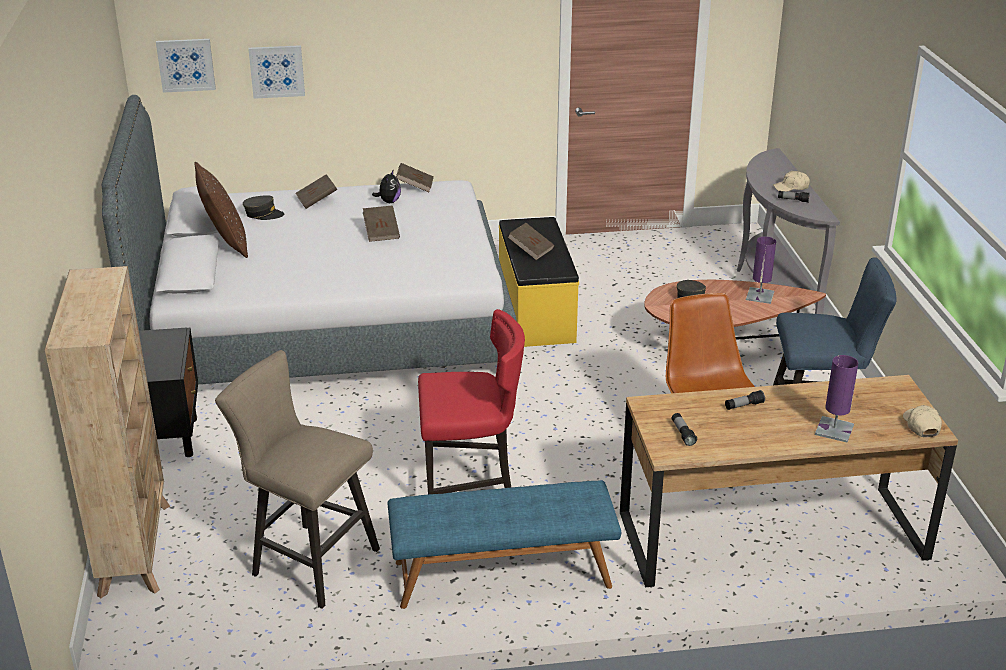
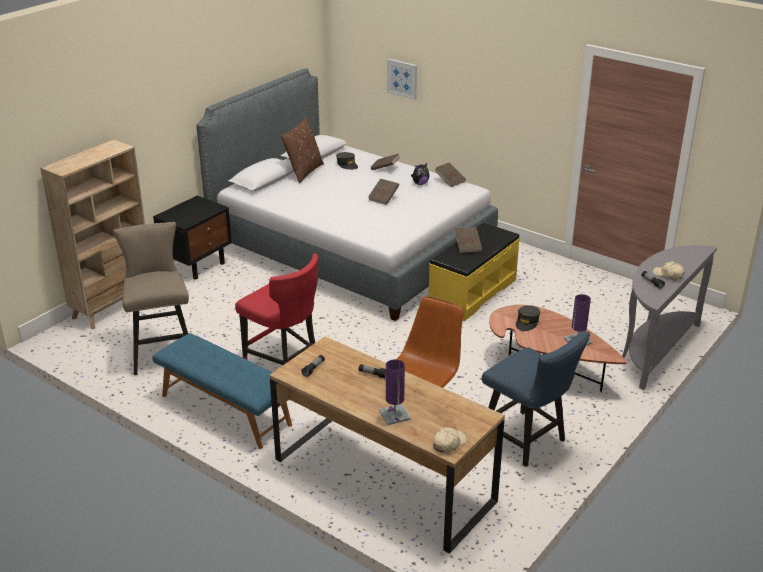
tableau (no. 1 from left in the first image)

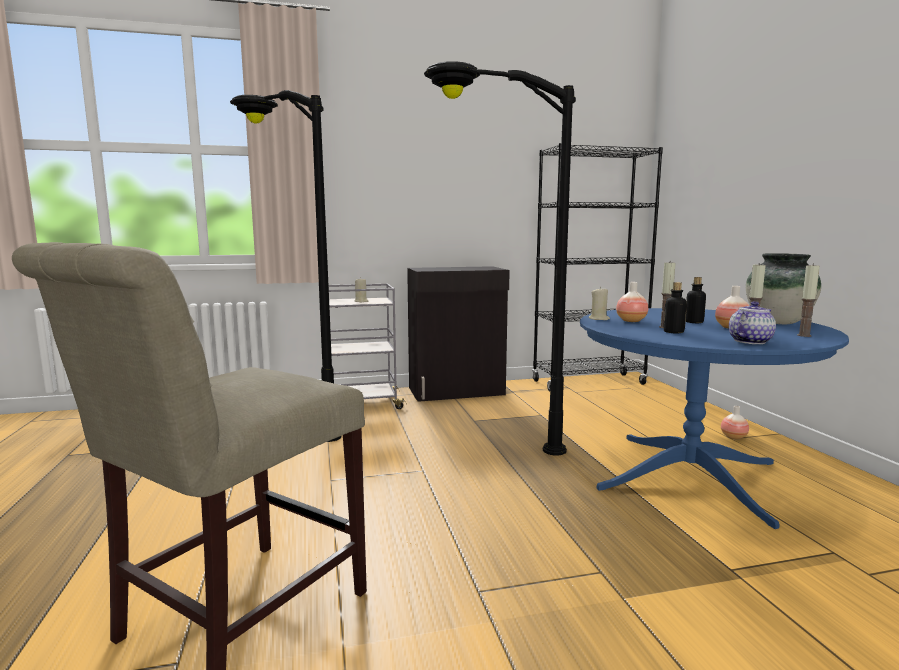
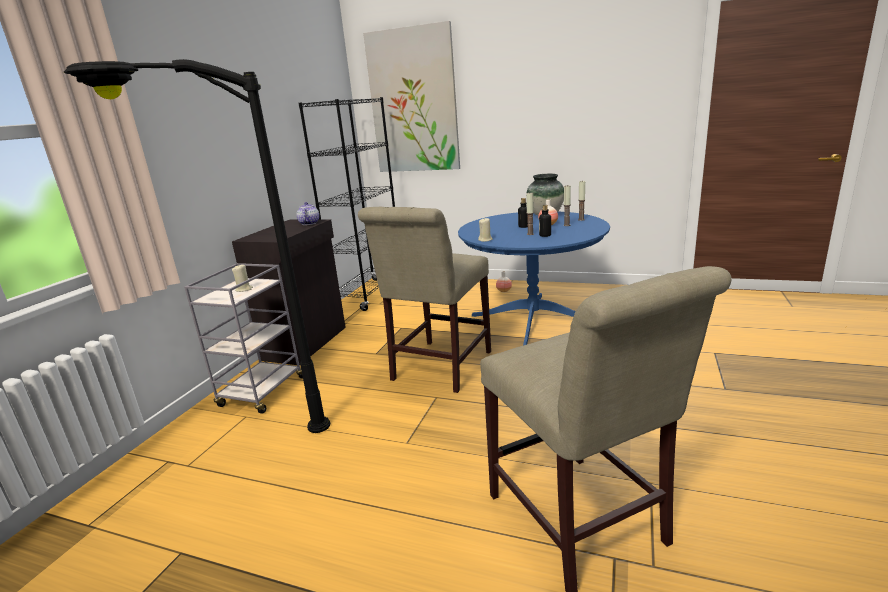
théière; chaise (beige) (no. 1 from left); tableau; vase (no. 1 from left in the first image)

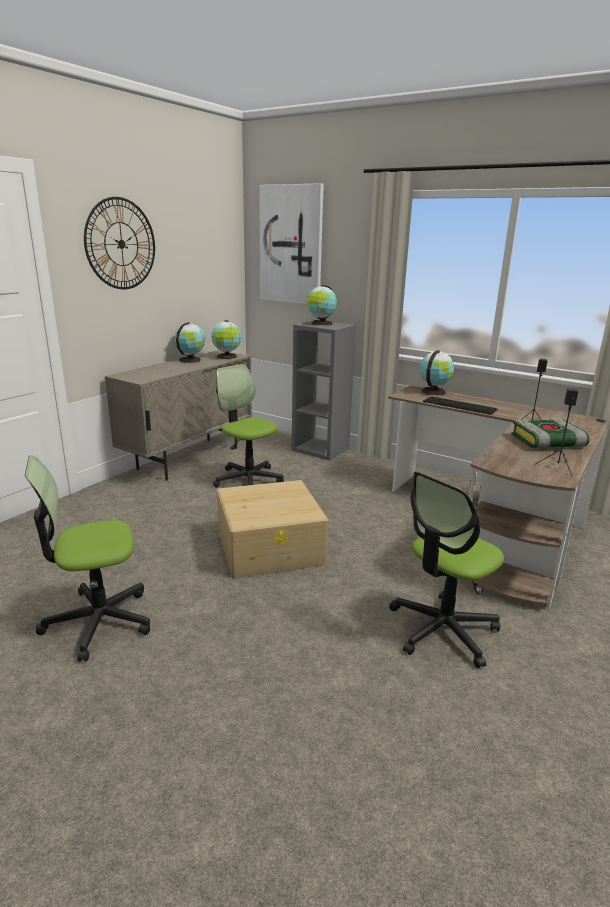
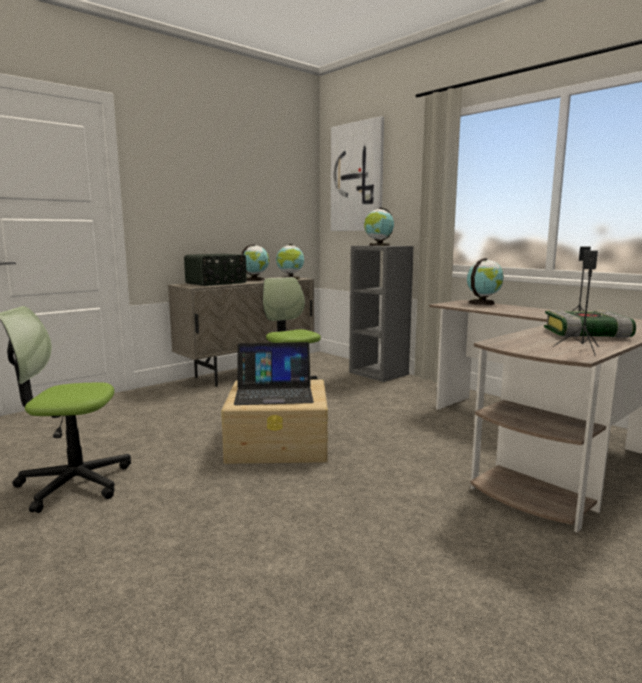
radio; ordinateur portable; horloge murale; chaise de bureau (no. 3 from left in the first image); clavier

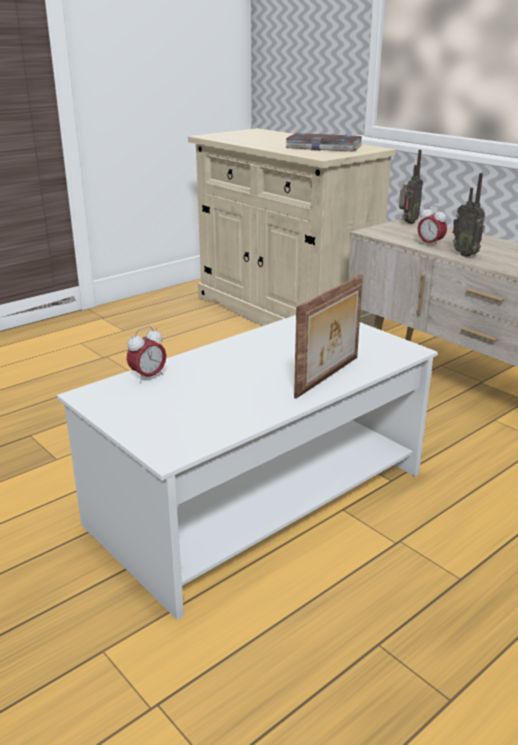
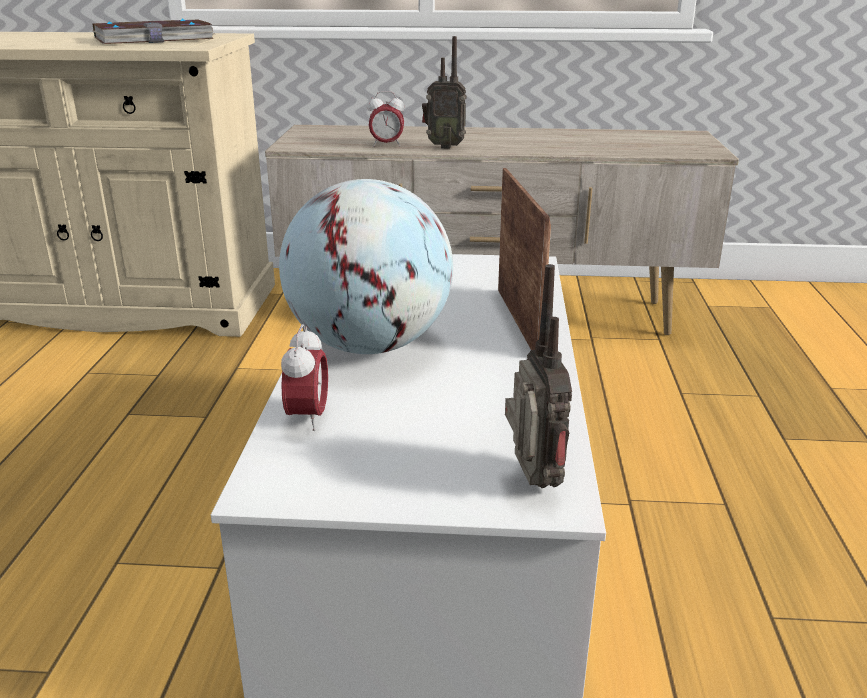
globe; radio (no. 2 from left)

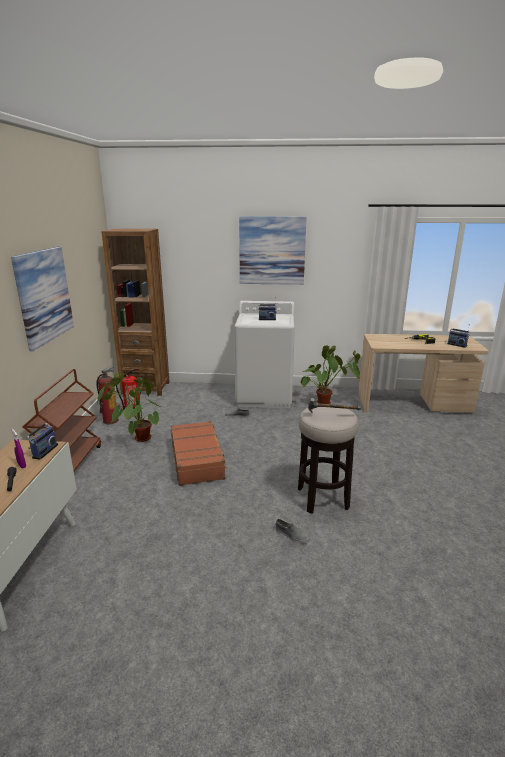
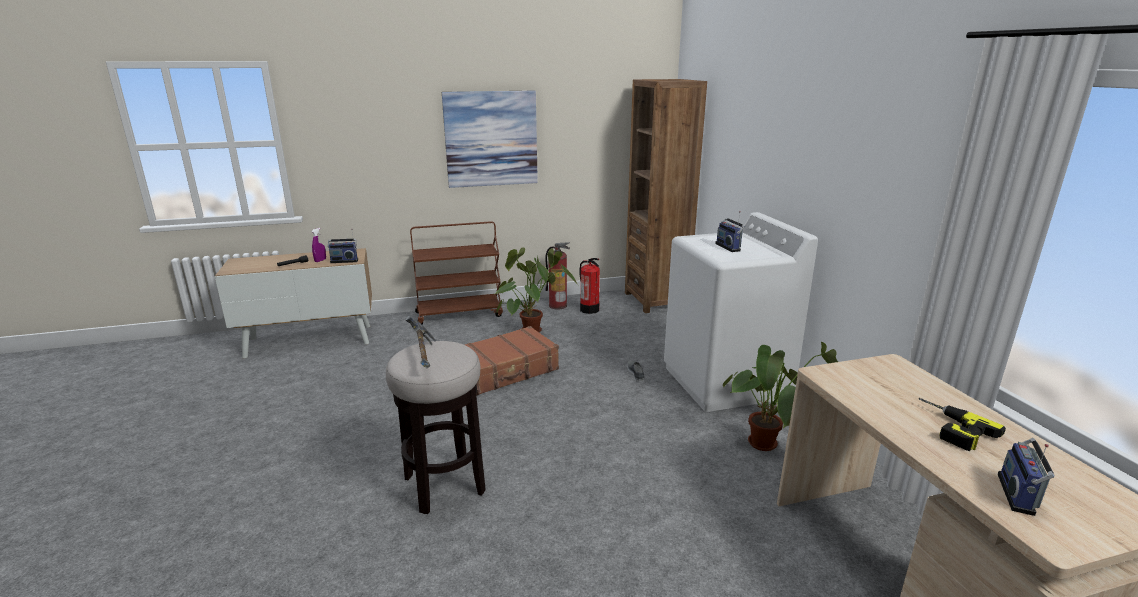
tableau (no. 2 from left in the first image); chaussure (gris) (no. 2 from left in the first image)

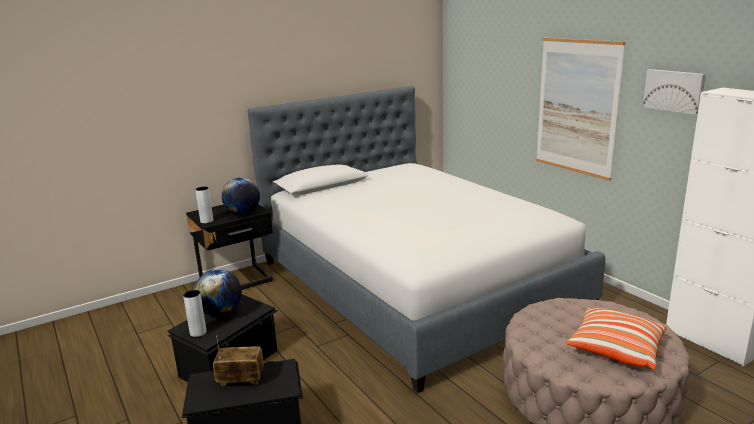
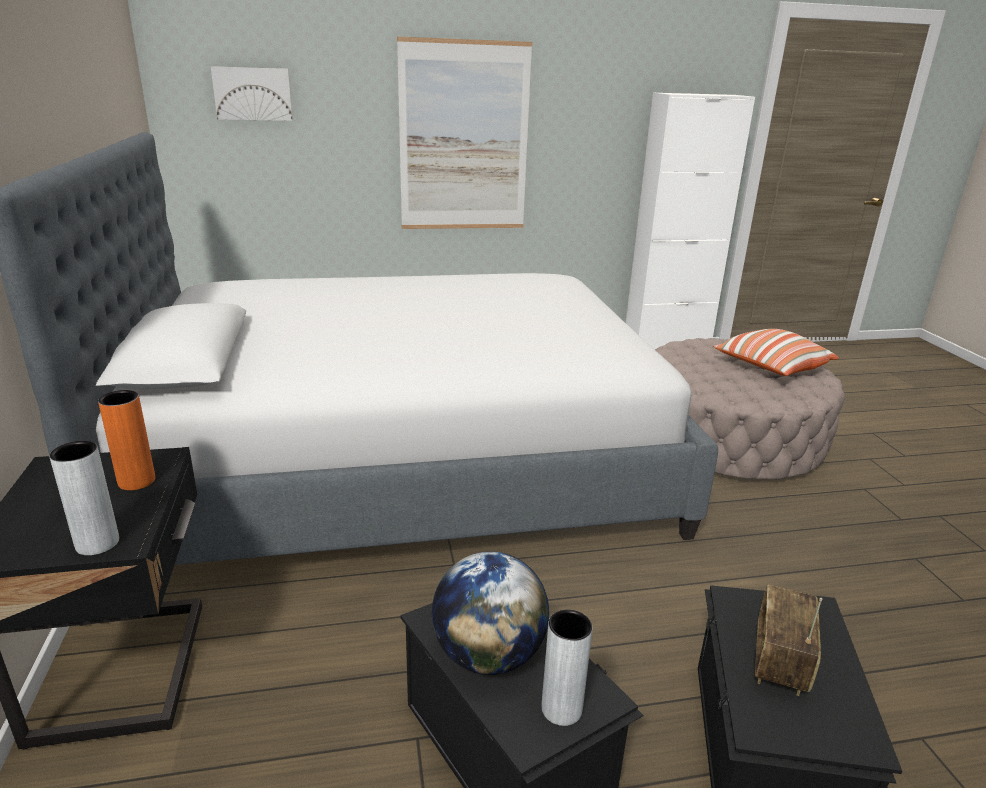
vase (orange); tableau (no. 1 from left)

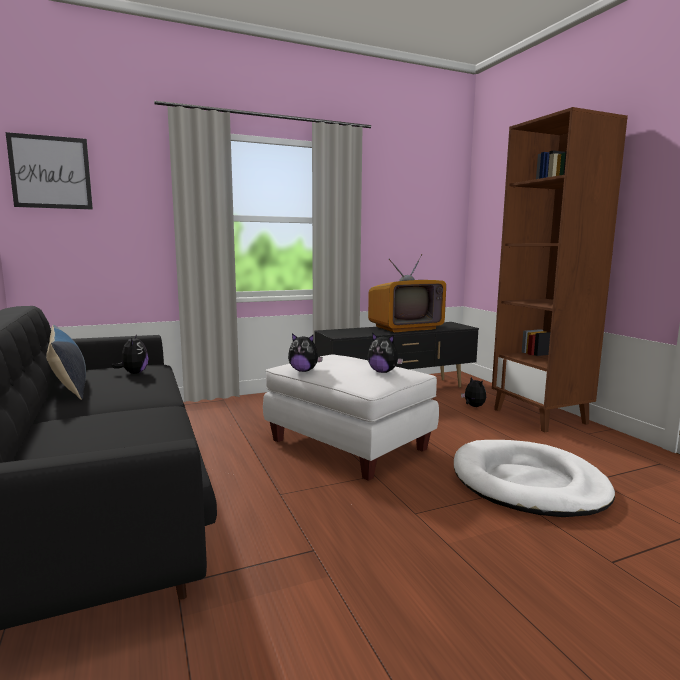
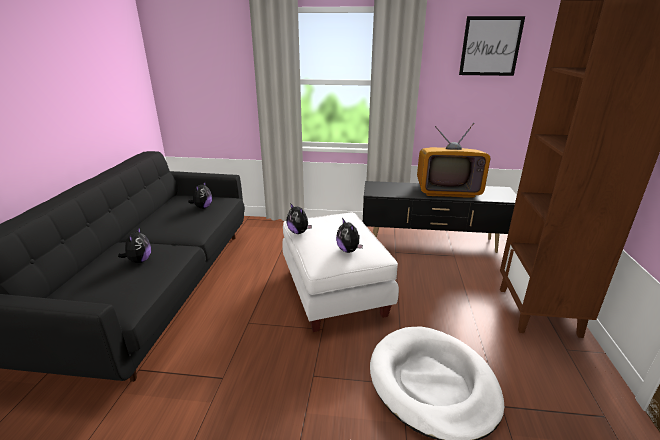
peluche (no. 1 from left); tableau; coussin

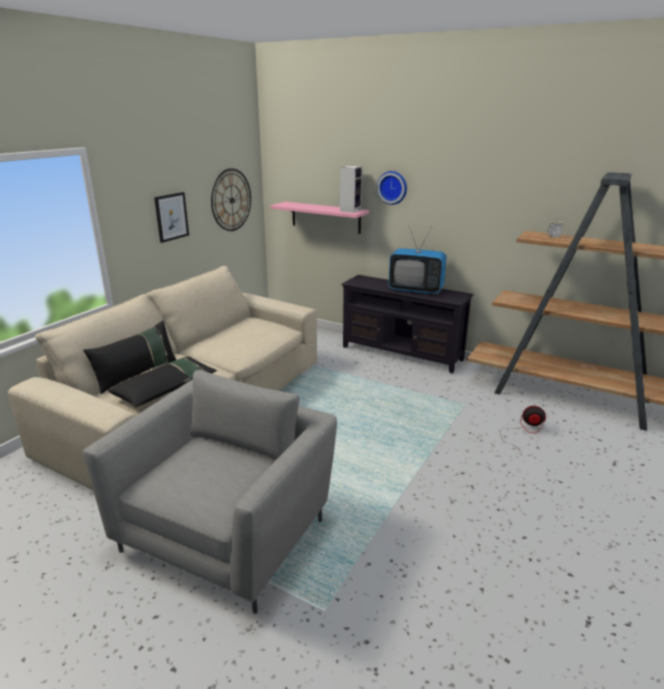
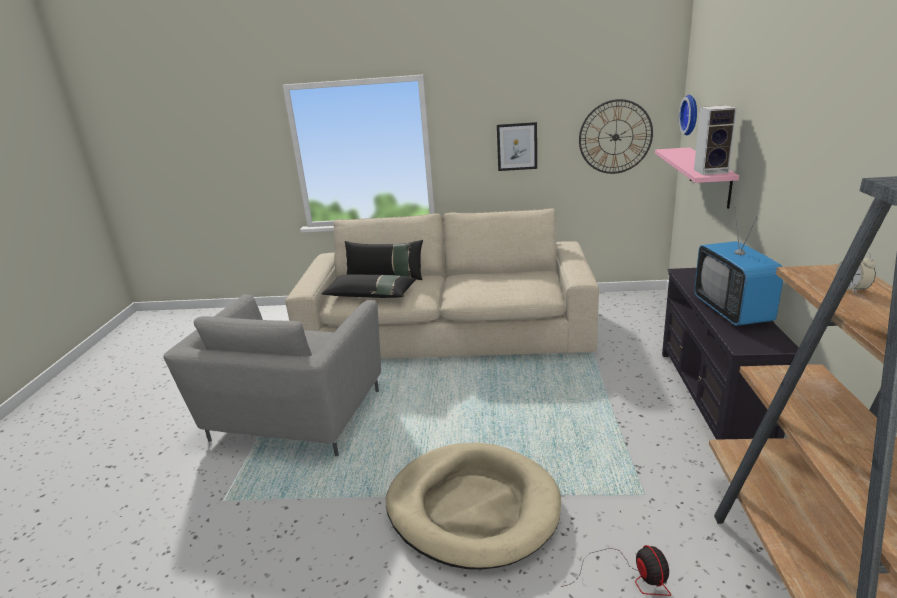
fauteuil (gris); panier pour chien (beige); horloge murale (no. 2 from left)

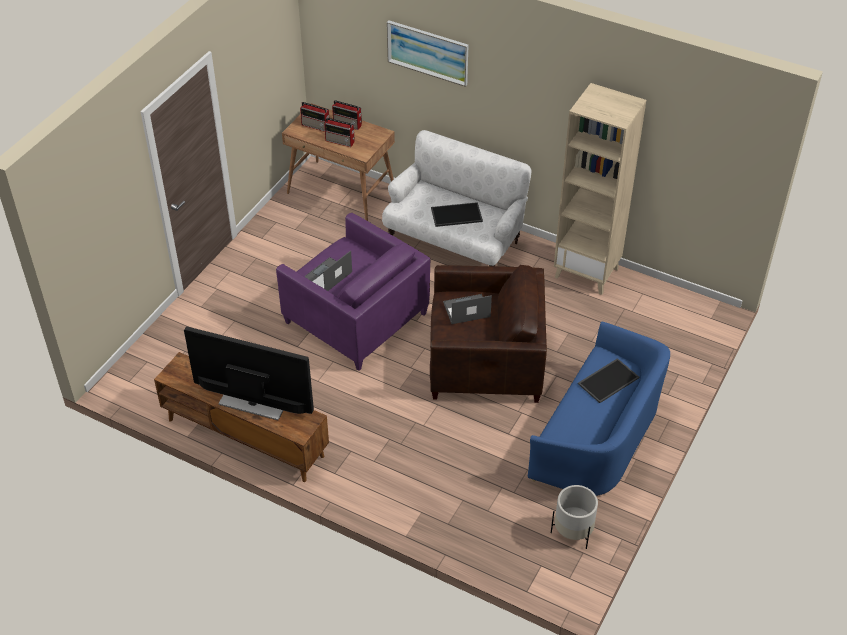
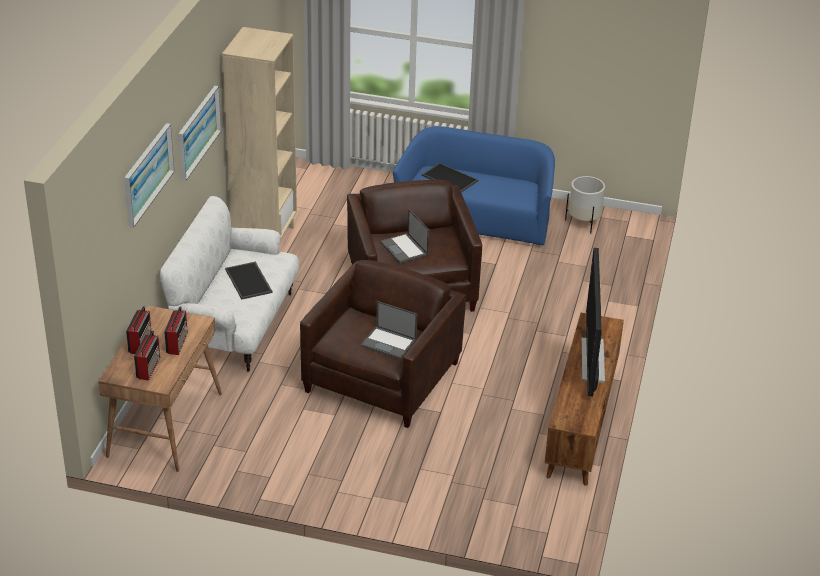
tableau (no. 2 from left); fauteuil (marron) (no. 1 from left)

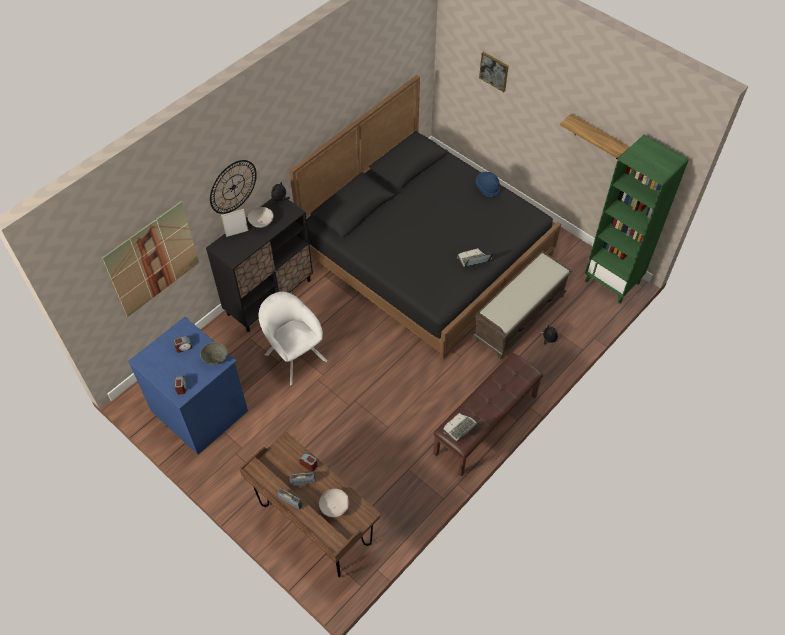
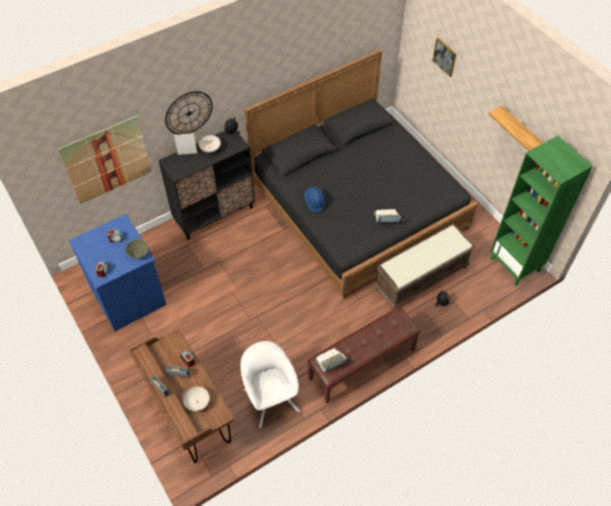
fauteuil (blanc); chapeau (bleu)

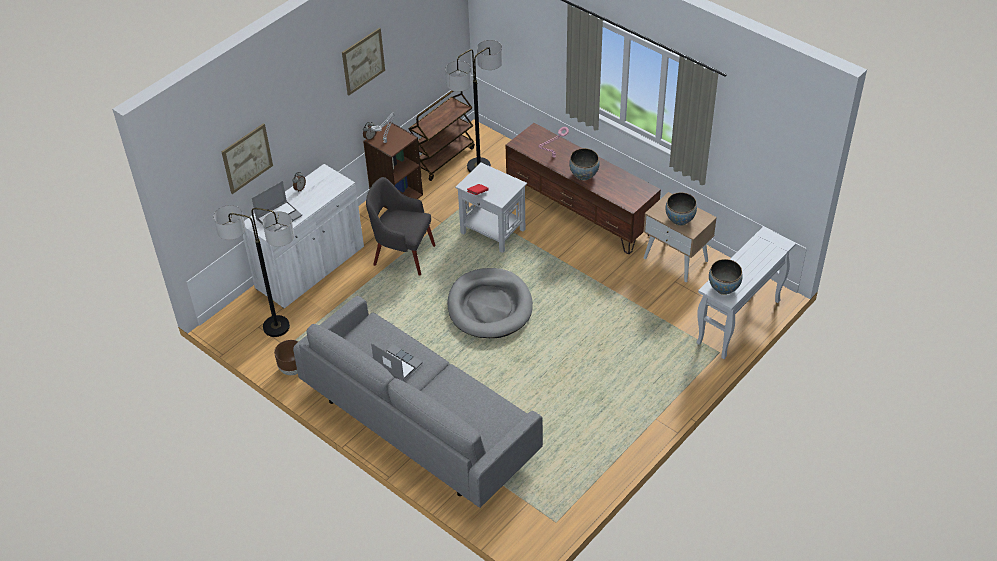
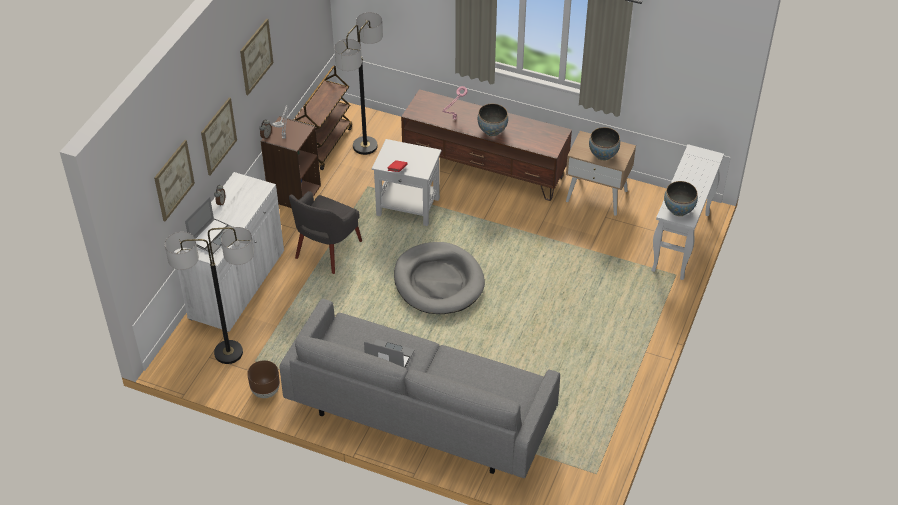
tableau (no. 2 from left); fauteuil (gris)

